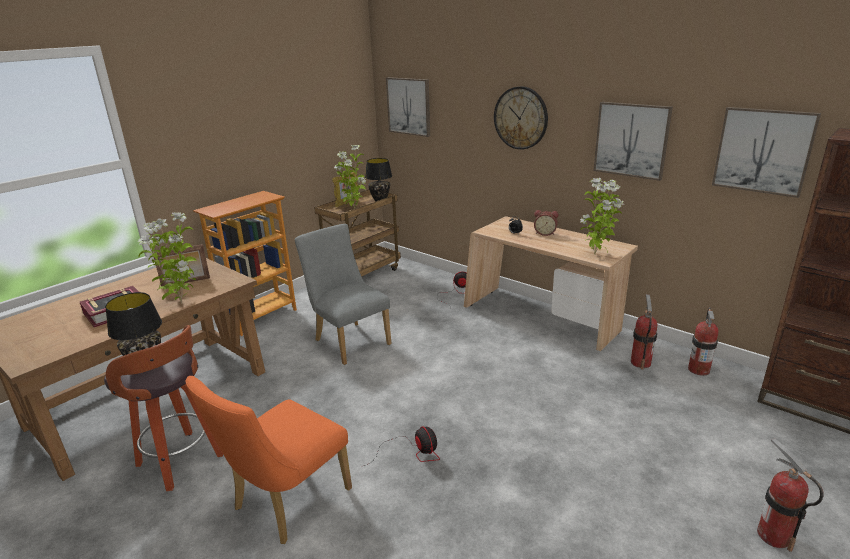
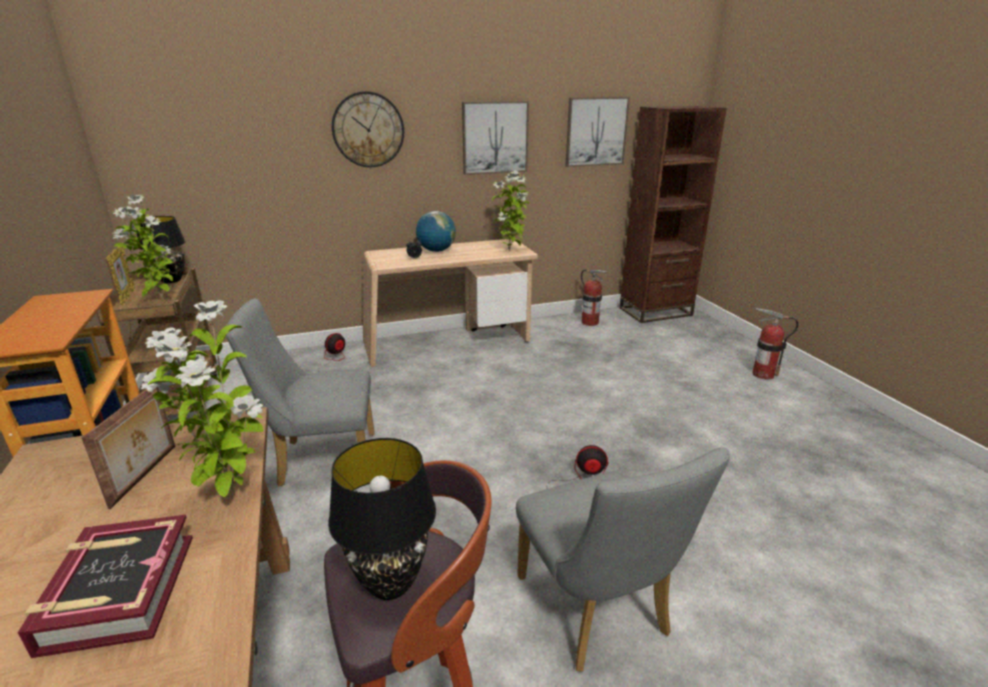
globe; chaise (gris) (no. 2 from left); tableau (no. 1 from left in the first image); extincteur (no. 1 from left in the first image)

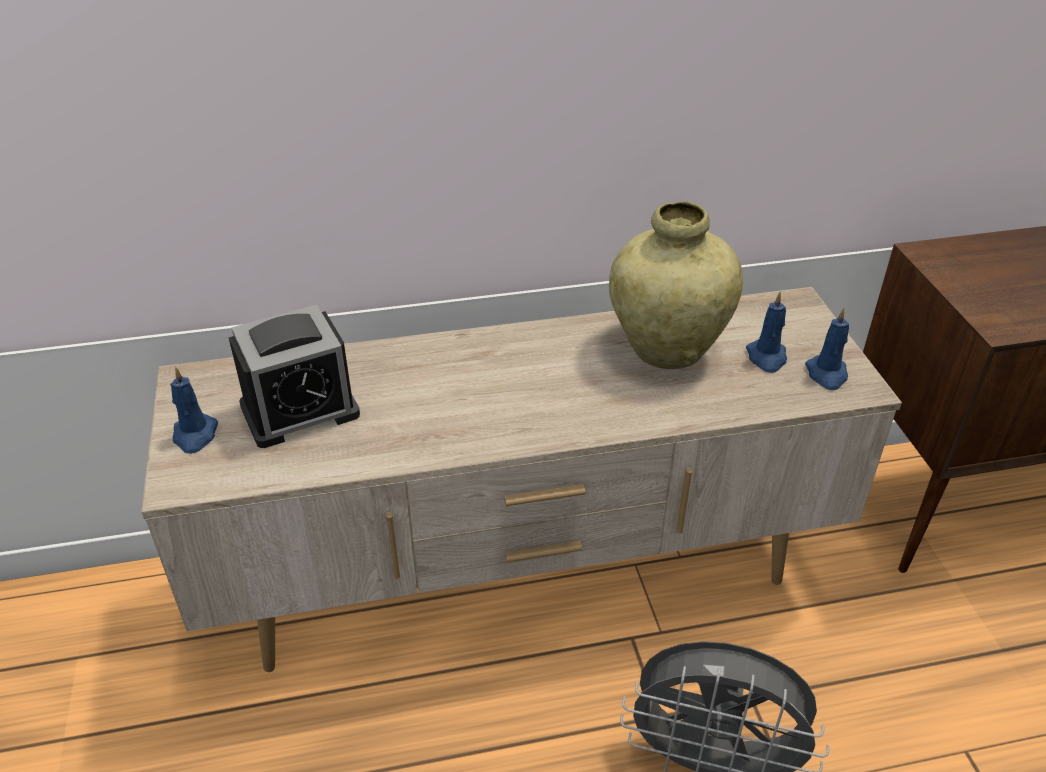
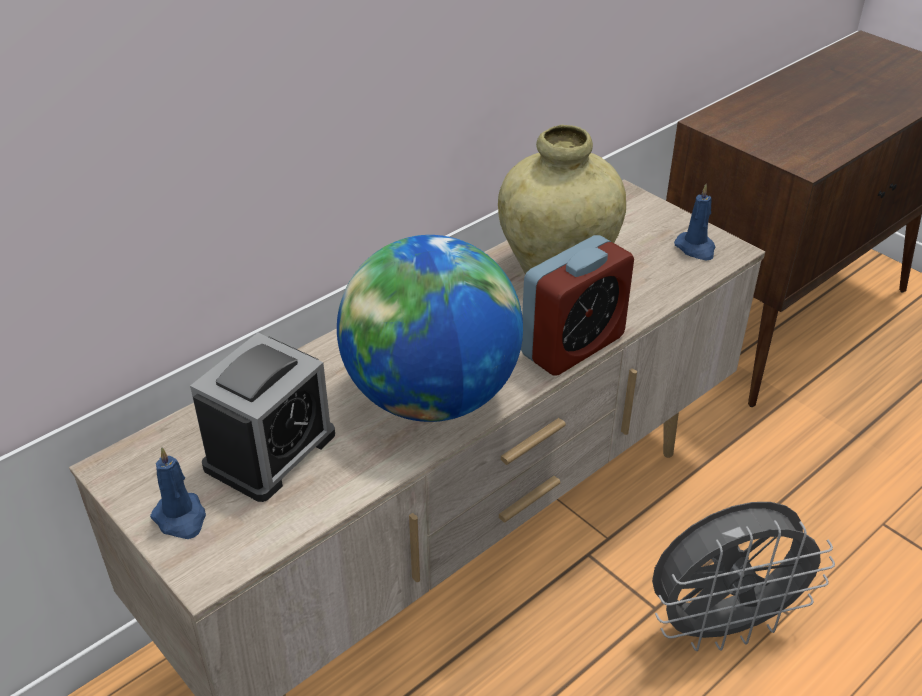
globe; réveil (no. 2 from left); bougie (bleu) (no. 2 from left in the first image)

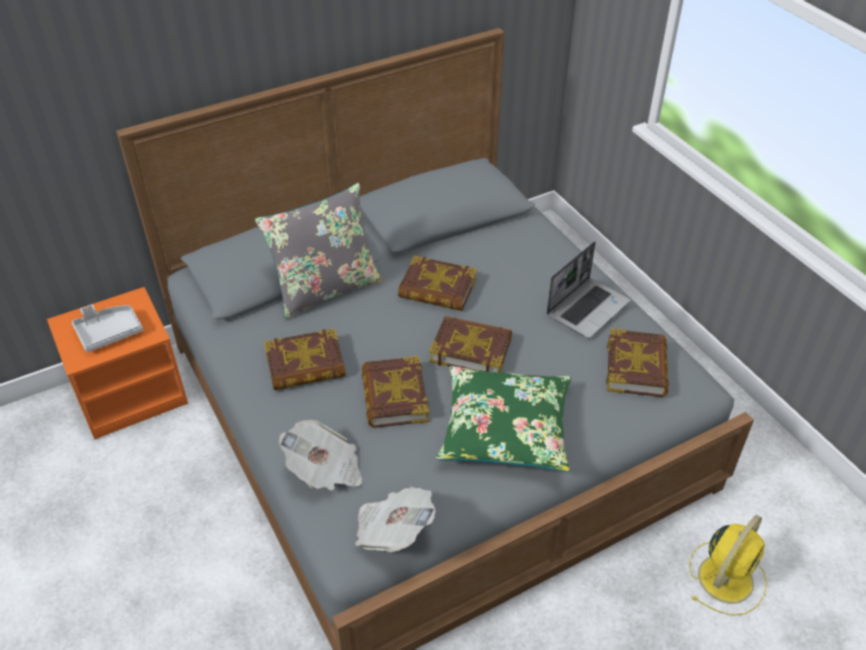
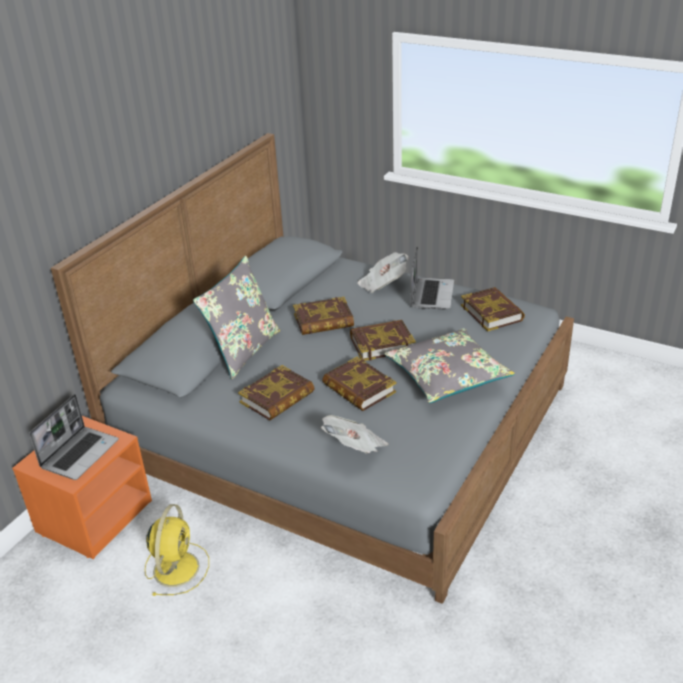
ordinateur portable (no. 1 from left); ventilateur (jaune); journal (no. 2 from left); coussin (gris) (no. 2 from left)

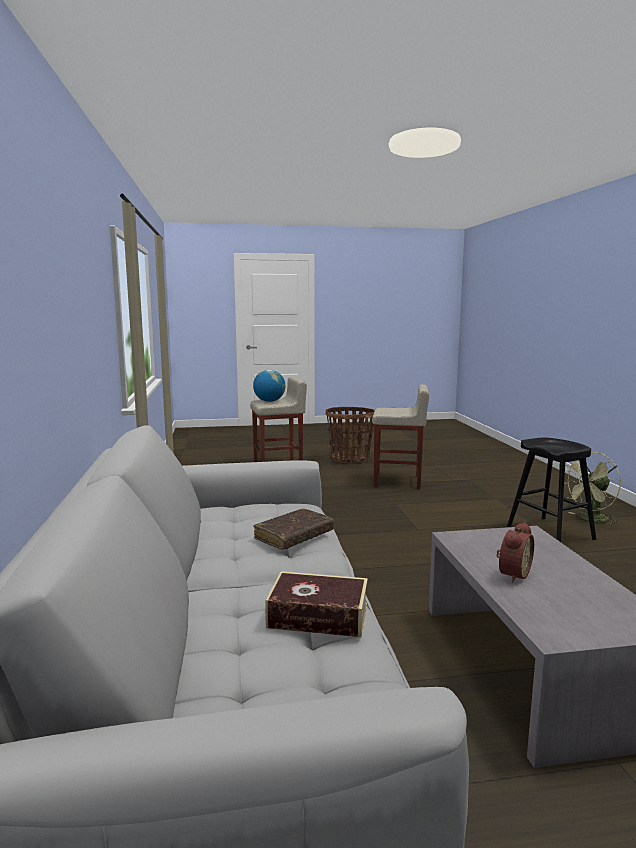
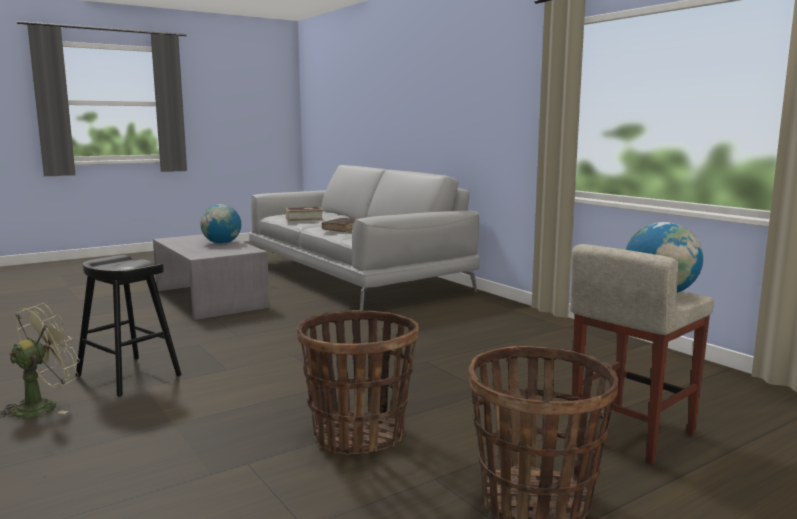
globe (no. 1 from left); panier (no. 1 from left)

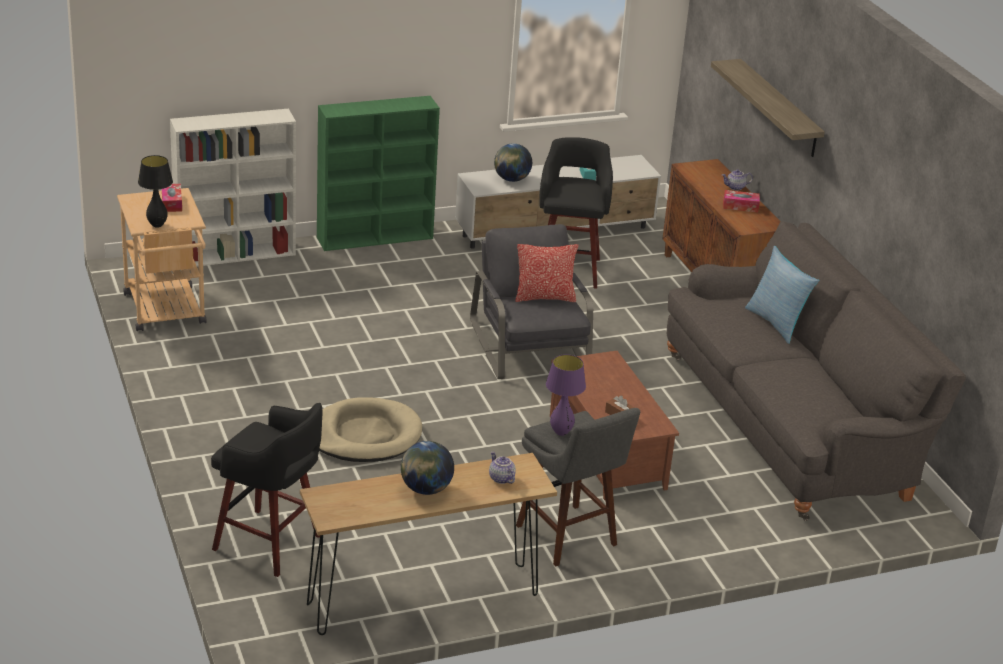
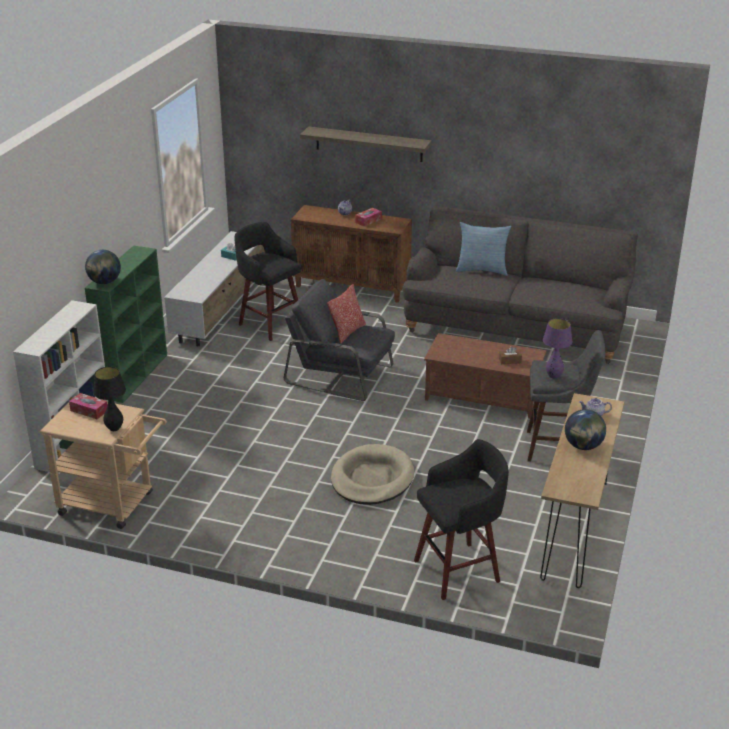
globe (no. 1 from left)

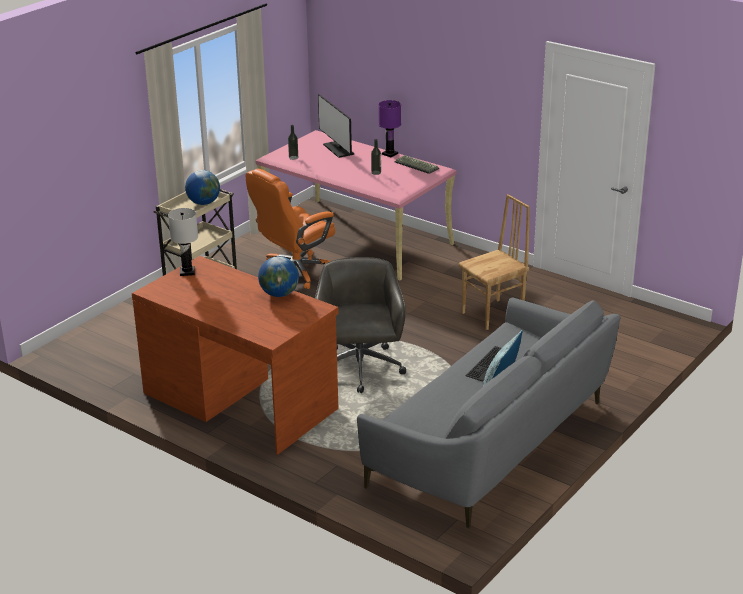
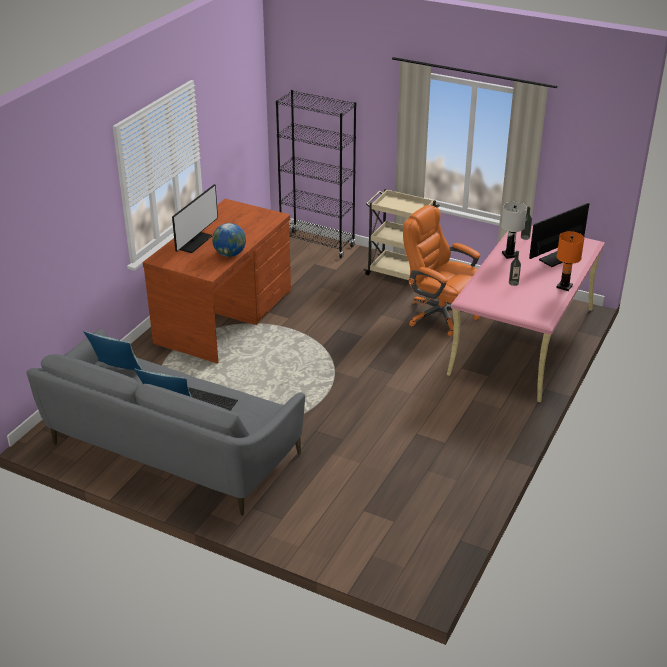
coussin (no. 1 from left); écran d'ordinateur (no. 1 from left); bibliothèque (noir); lampe de table (blanc); lampe de table (orange); globe (no. 1 from left in the first image); chaise de bureau (gris); clavier (no. 1 from left in the first image); chaise (marron)

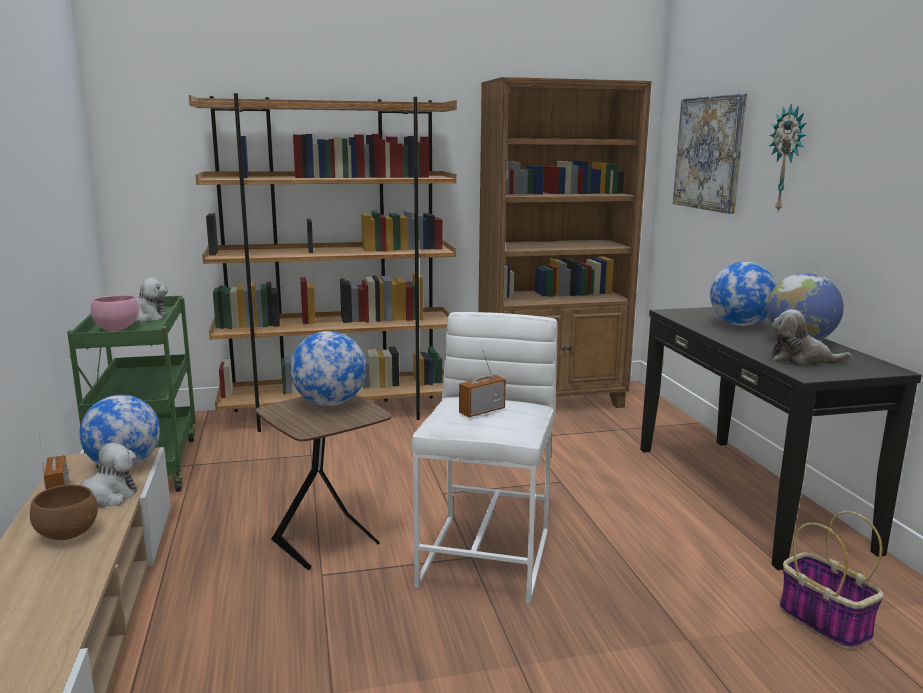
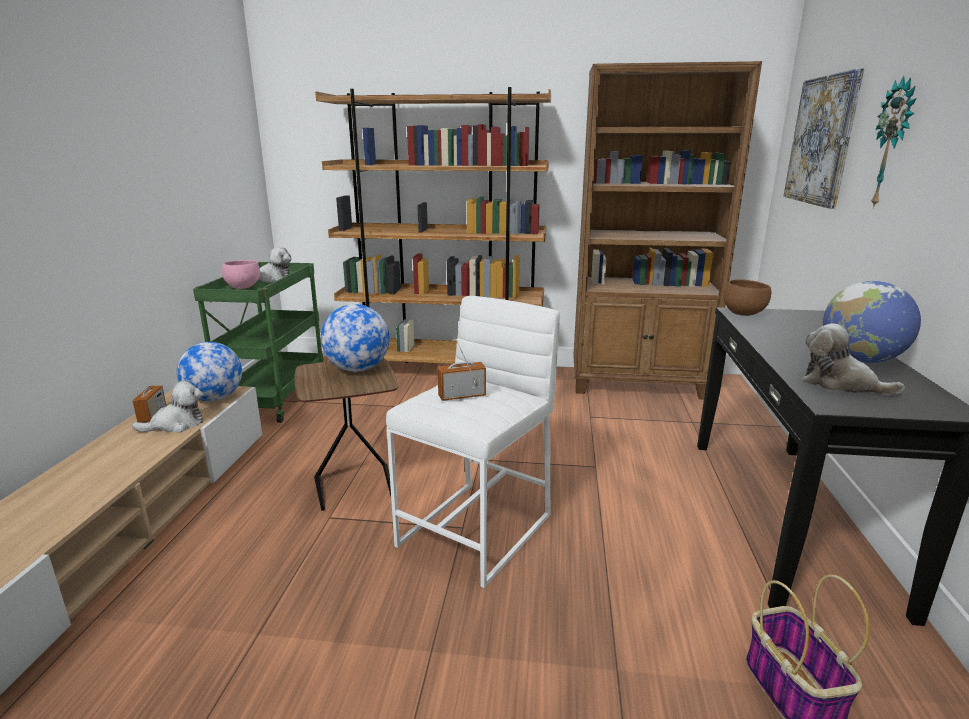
bol (marron); globe (no. 3 from left in the first image)

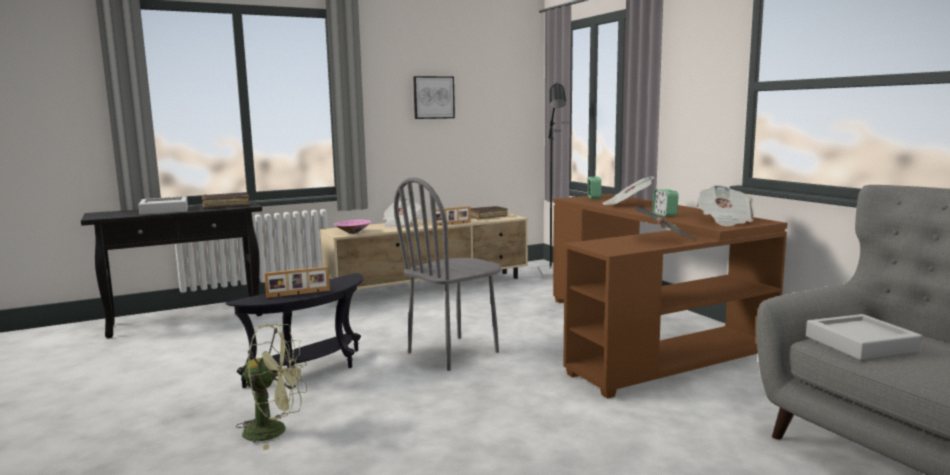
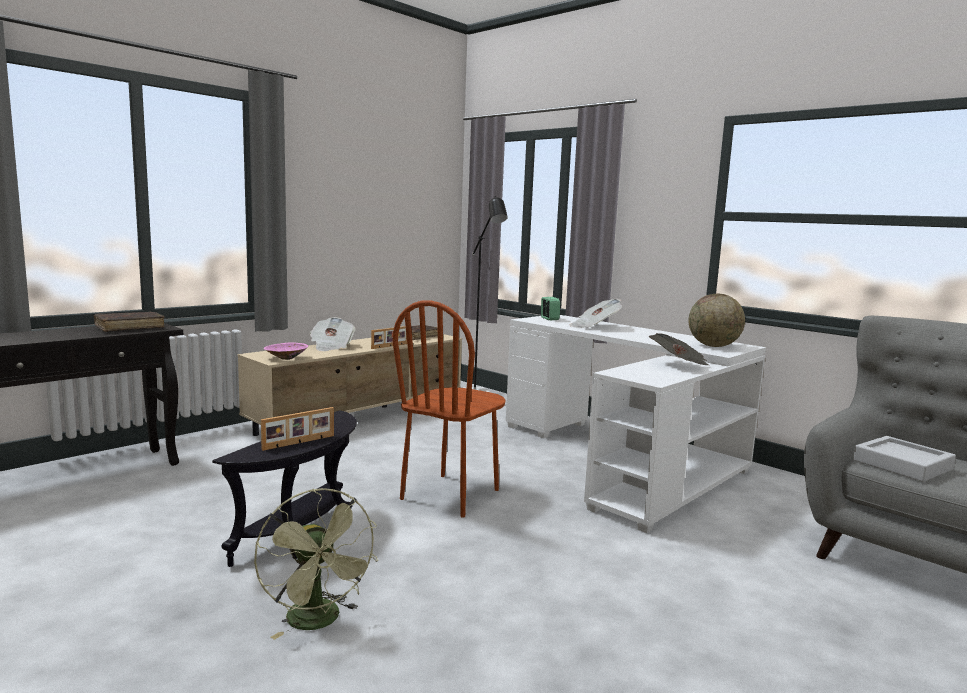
ventilateur (vert); chaise (marron); bureau (blanc); globe; plateau (gris) (no. 1 from left in the first image); tableau; réveil (no. 2 from left in the first image)

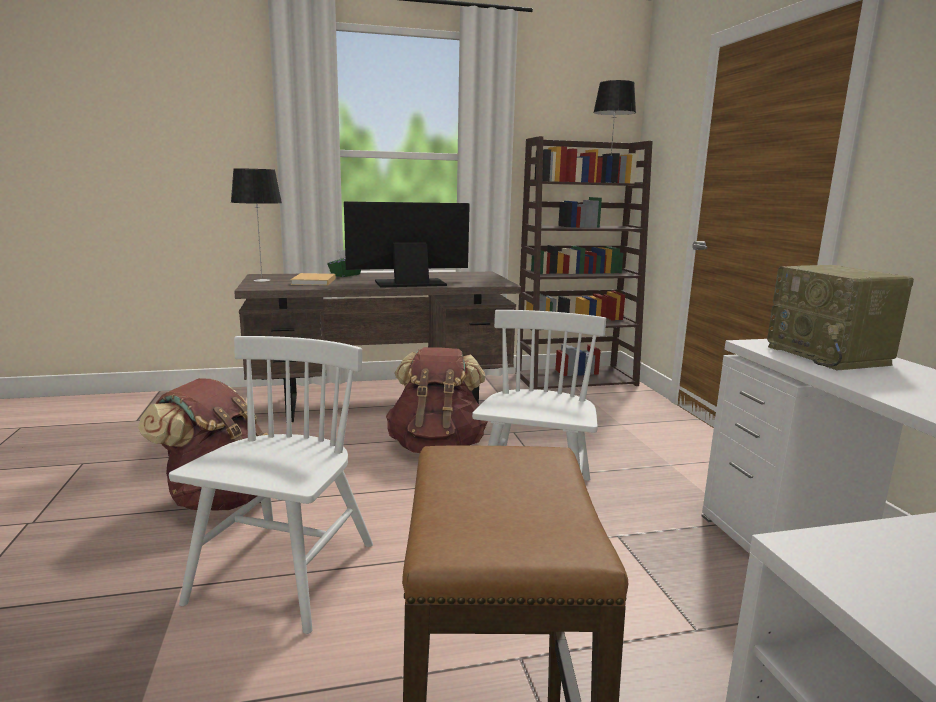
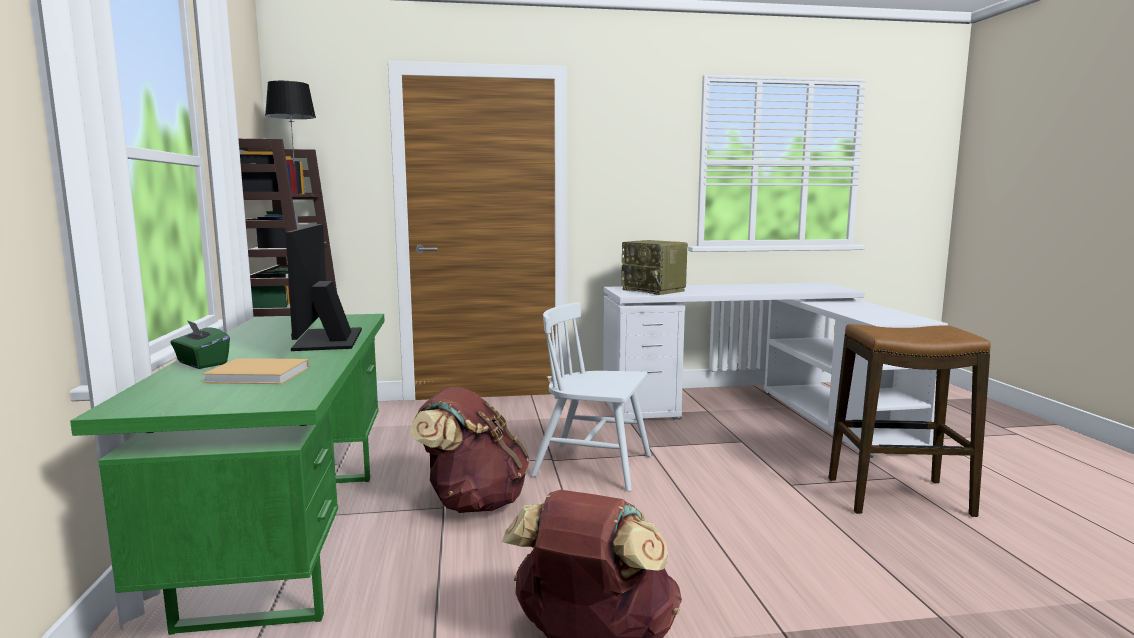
bureau (vert); radio; chaise (blanc) (no. 1 from left in the first image); lampe de table (no. 1 from left in the first image)

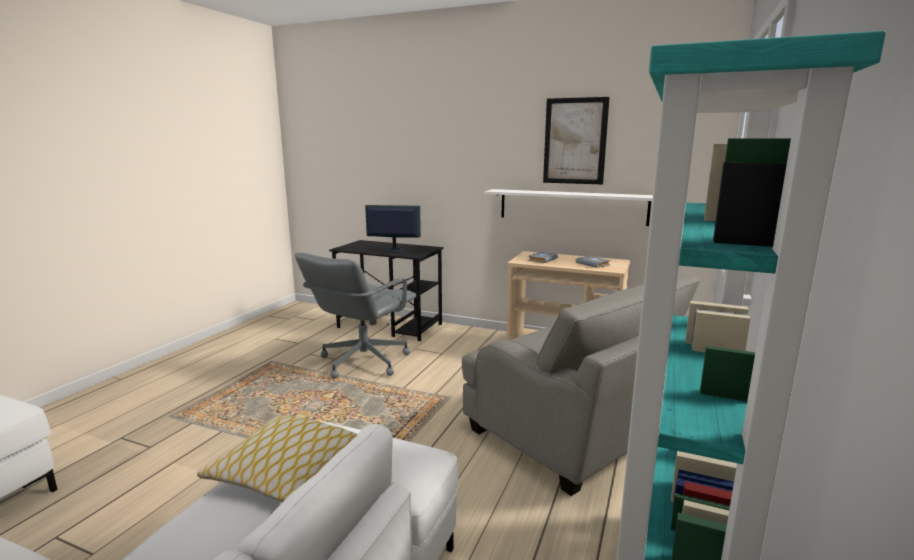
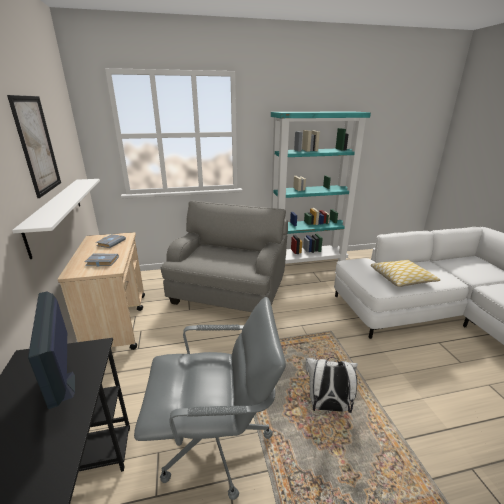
sac à dos (blanc)

